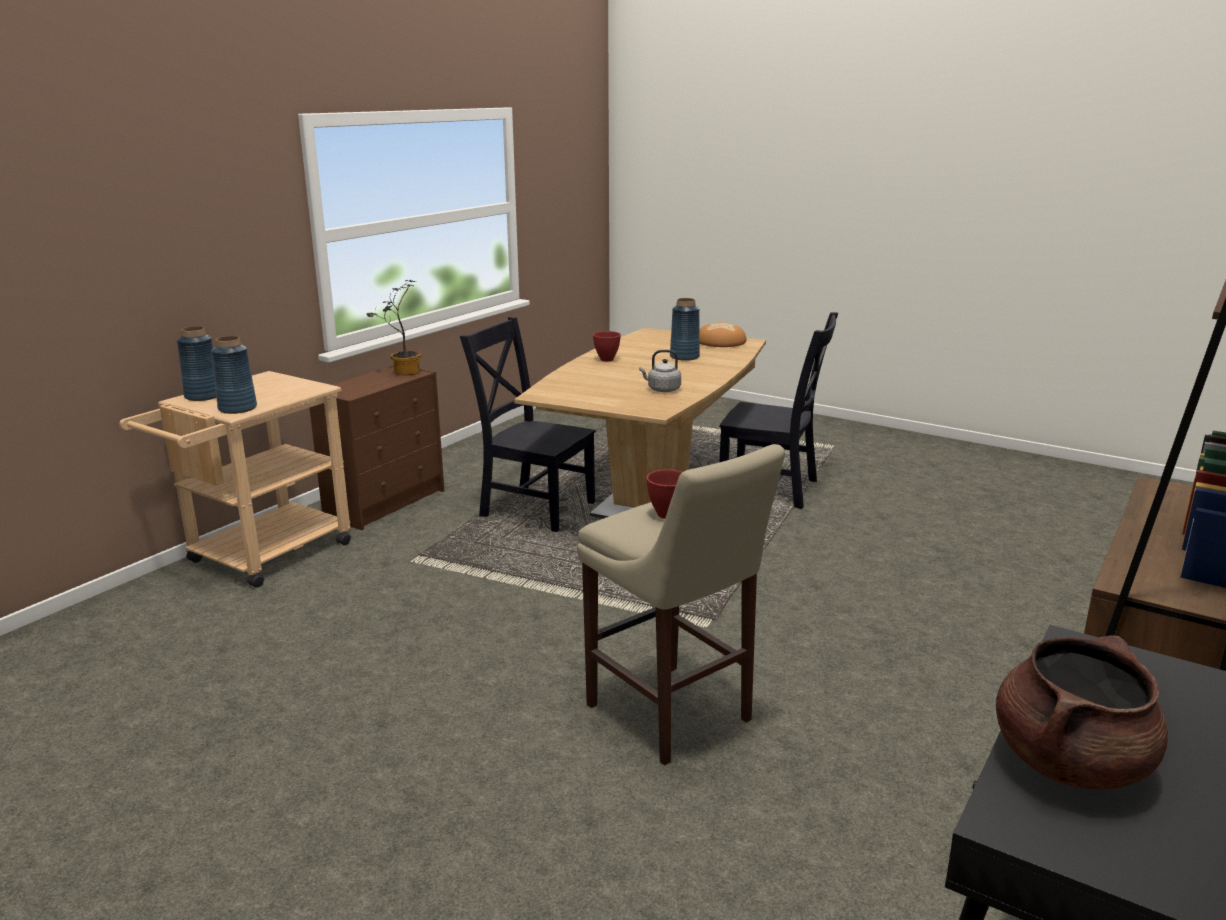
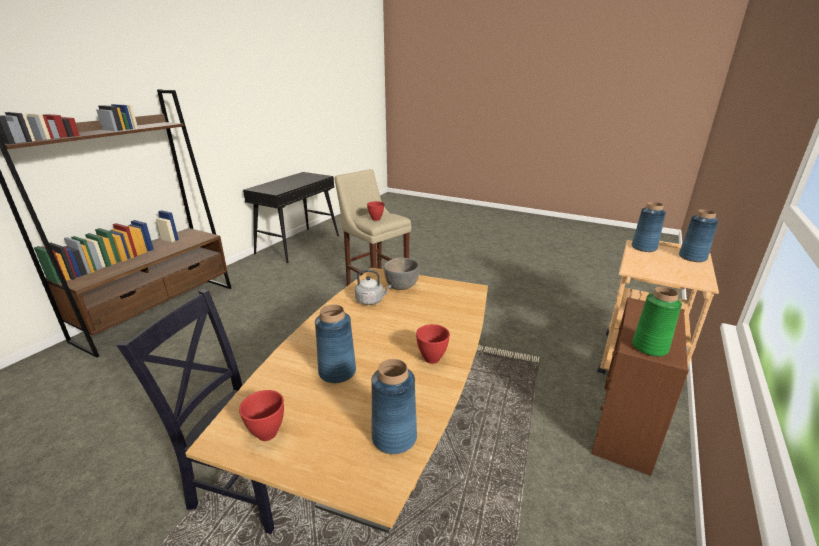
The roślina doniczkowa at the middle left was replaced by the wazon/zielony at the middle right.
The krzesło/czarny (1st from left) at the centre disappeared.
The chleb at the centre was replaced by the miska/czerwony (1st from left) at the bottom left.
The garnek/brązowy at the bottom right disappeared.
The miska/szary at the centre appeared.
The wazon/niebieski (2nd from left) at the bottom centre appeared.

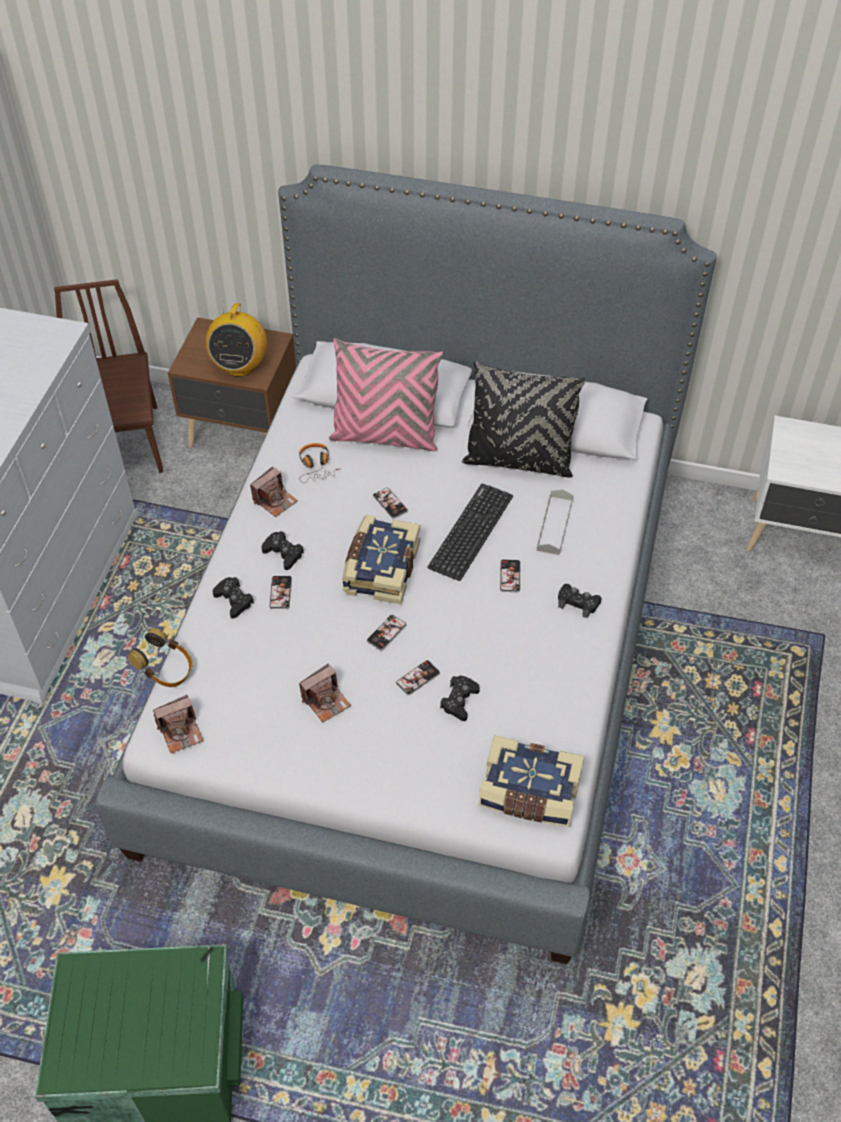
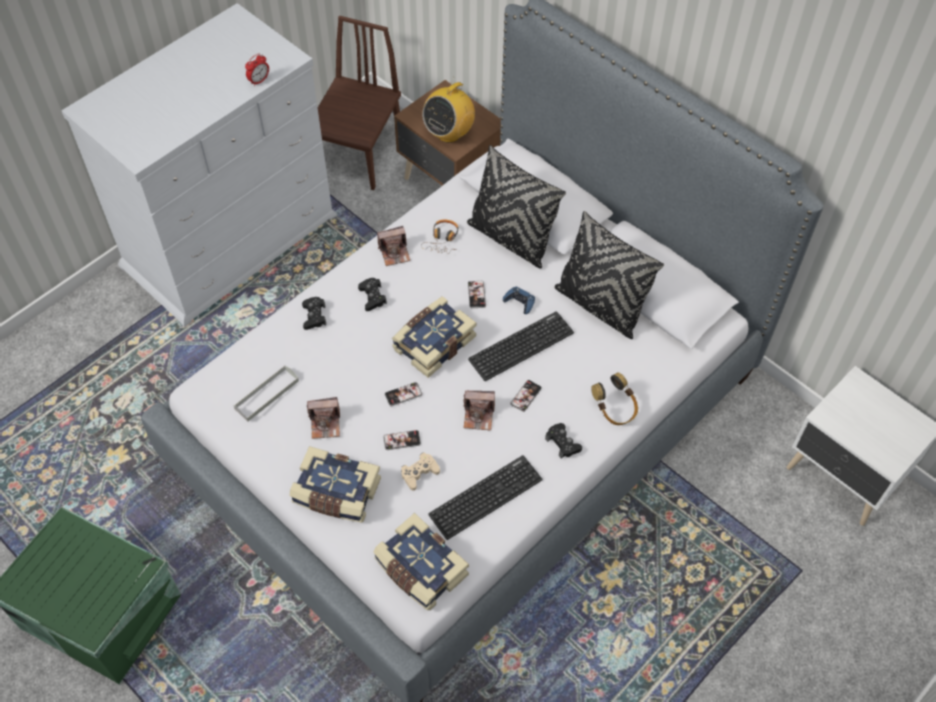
The poduszka/różowy at the centre became the poduszka/czarny (1st from left) at the top centre.
The taca/szary moved from the centre to the middle left.
The telefon (1st from left) at the middle left disappeared.
The słuchawki (1st from left in the first image) moved from the middle left to the centre.
The pad do gier/czarny (3rd from left) at the centre became the pad do gier/beżowy at the bottom centre.
The aparat fotograficzny (1st from left in the first image) moved from the middle left to the centre.
The budzik at the top left appeared.
The pad do gier/niebieski at the centre appeared.
The książka (1st from left) at the bottom centre appeared.
The klawiatura (1st from left) at the bottom centre appeared.

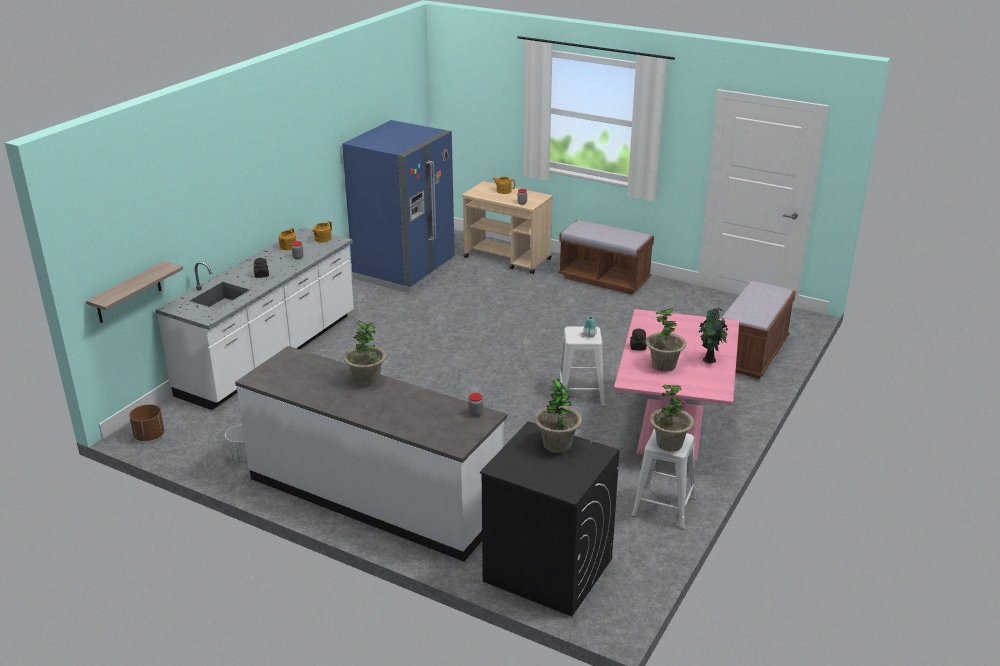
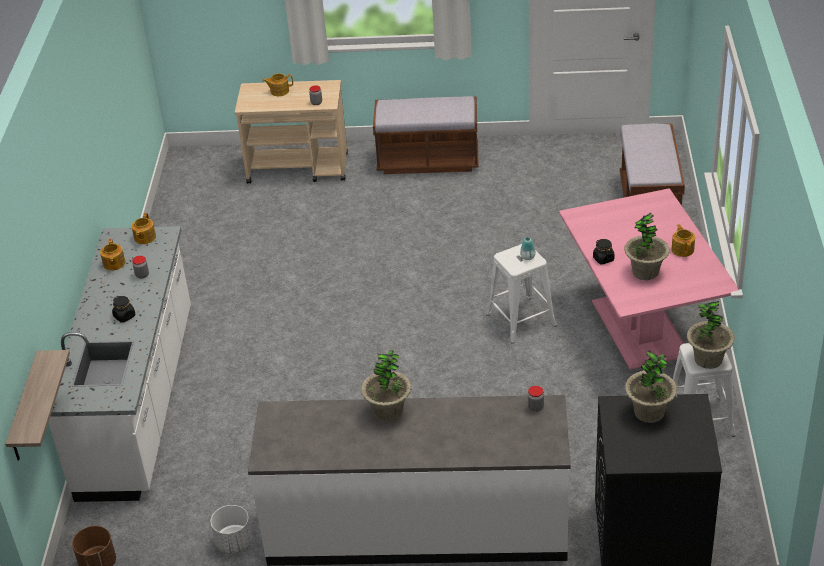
The lodówka/niebieski at the top centre disappeared.
The roślina doniczkowa (5th from left) at the middle right was replaced by the imbryk (4th from left) at the middle right.

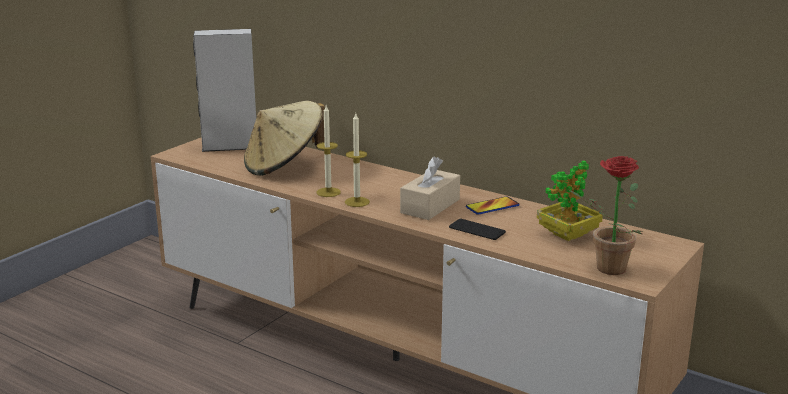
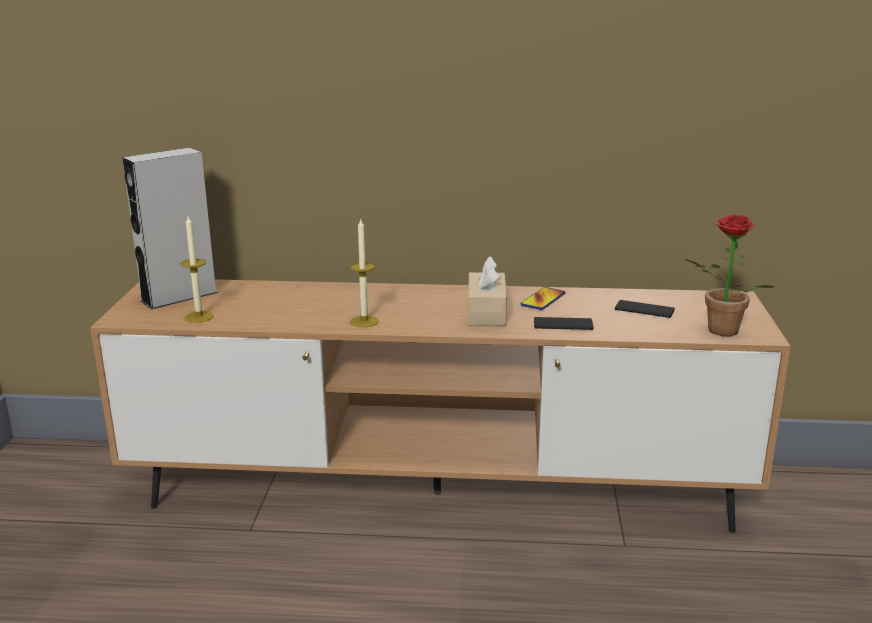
The kapelusz/beżowy at the centre disappeared.
The świeca (2nd from left in the first image) moved from the centre to the middle left.
The roślina doniczkowa (1st from left) at the middle right was replaced by the telefon (3rd from left) at the middle right.

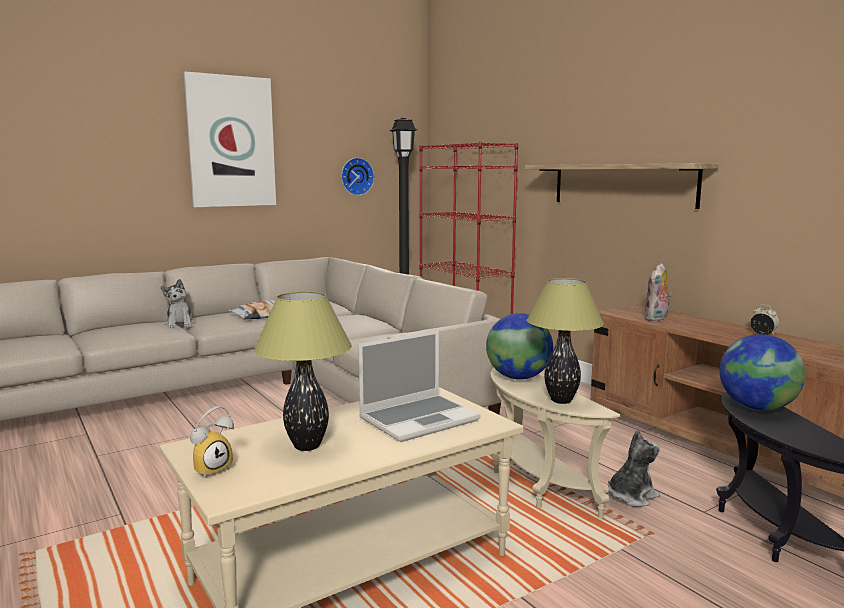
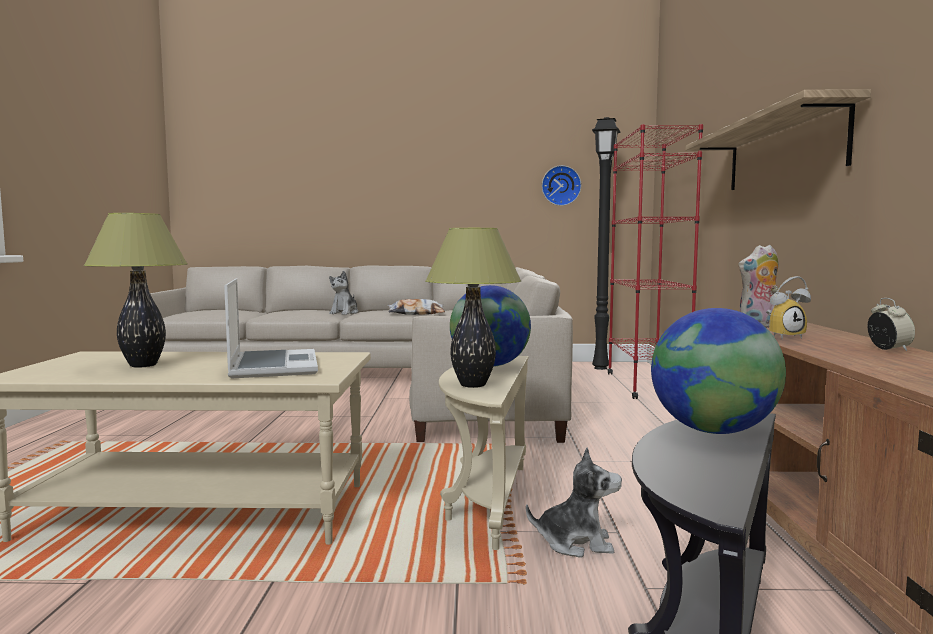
The obraz at the top left disappeared.
The laptop at the centre turned 105 degrees counterclockwise.
The budzik (1st from left) moved from the bottom left to the middle right.

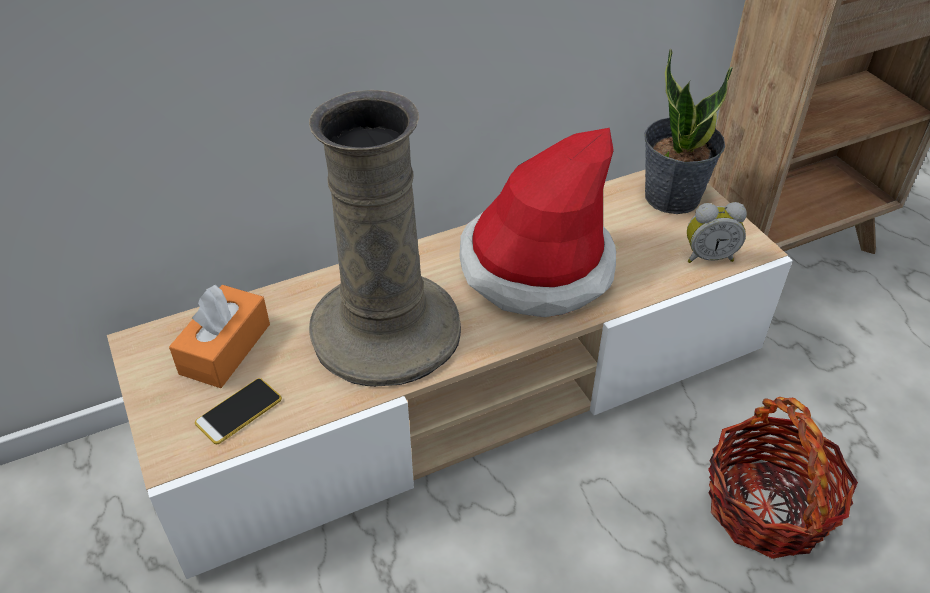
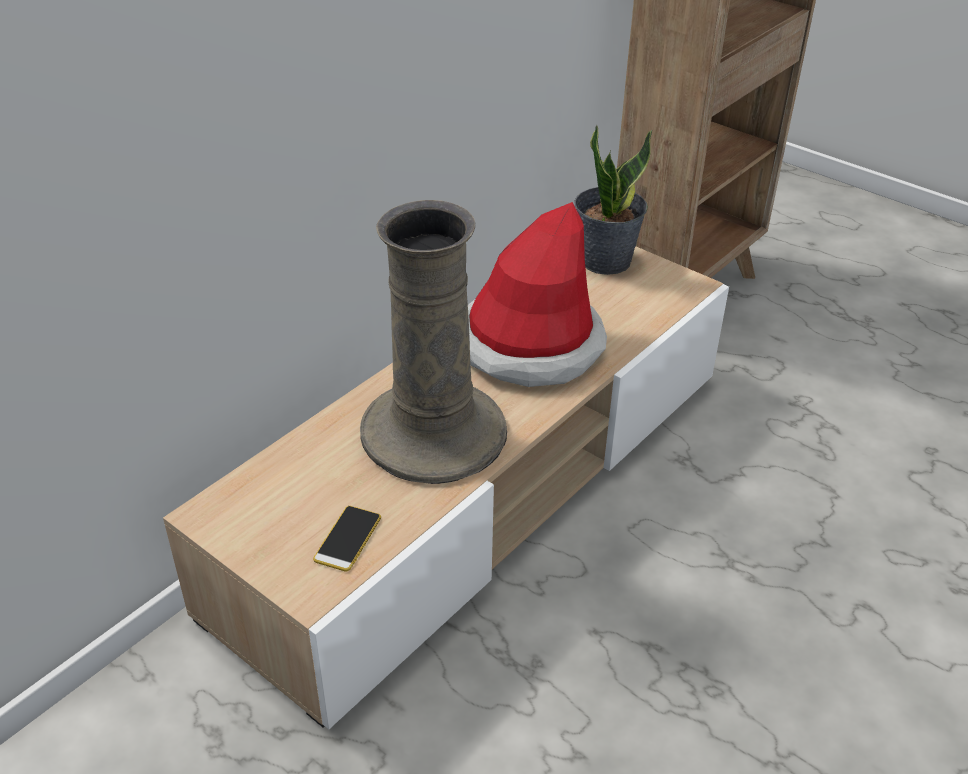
The budzik at the middle right disappeared.
The pudełko chusteczek/pomarańczowy at the middle left disappeared.
The koszyk at the bottom right disappeared.

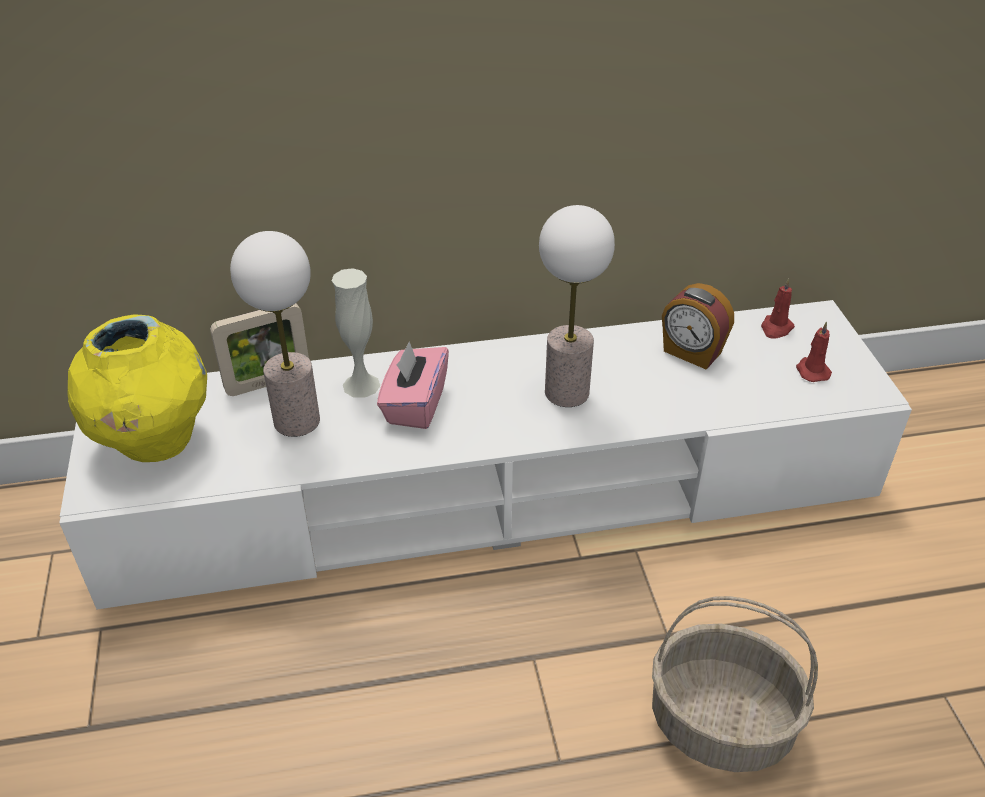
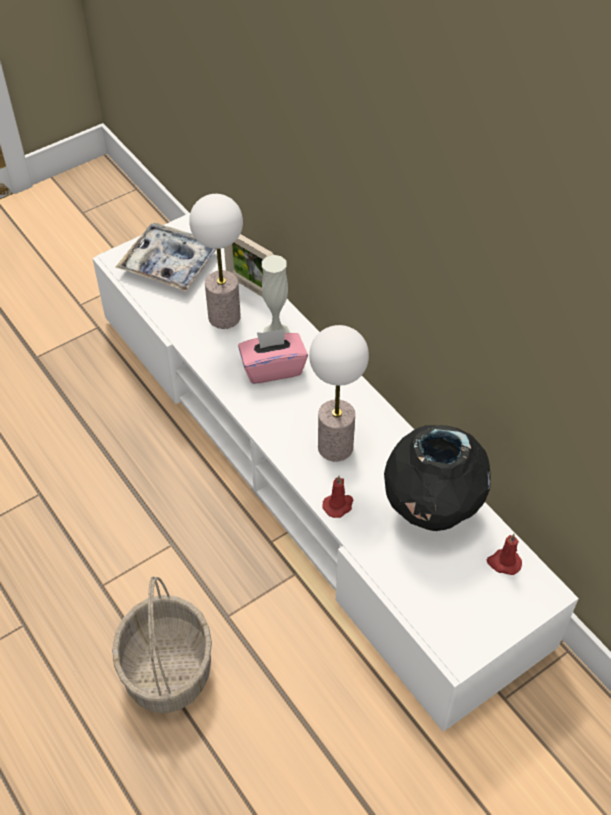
The budzik at the middle right was replaced by the wazon/czarny at the middle right.
The wazon/żółty at the middle left was replaced by the taca at the top left.
The świeca/czerwony (2nd from left in the first image) moved from the middle right to the centre.

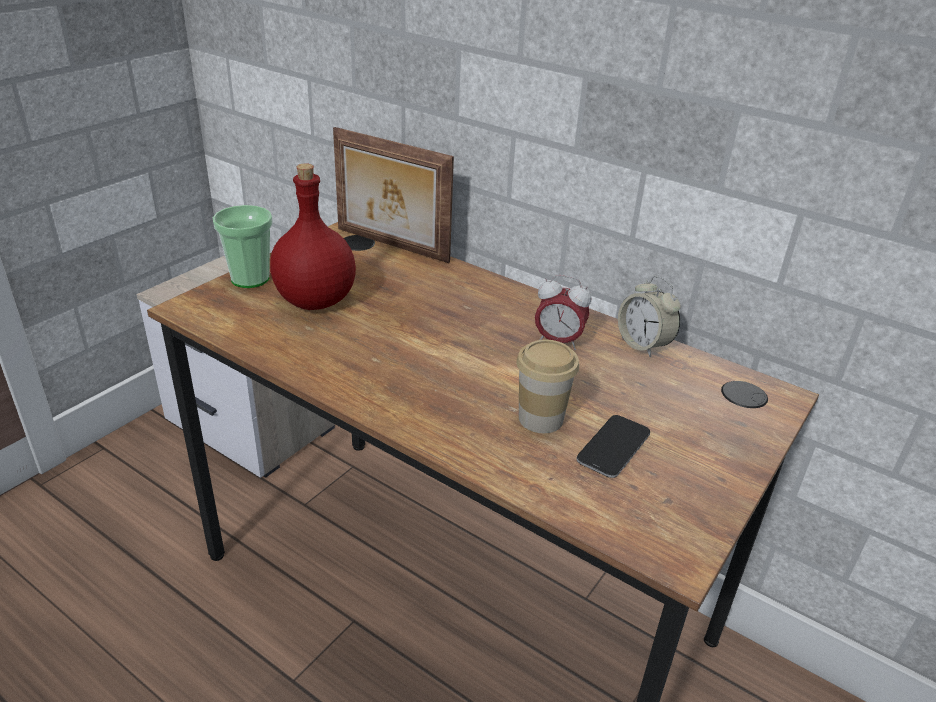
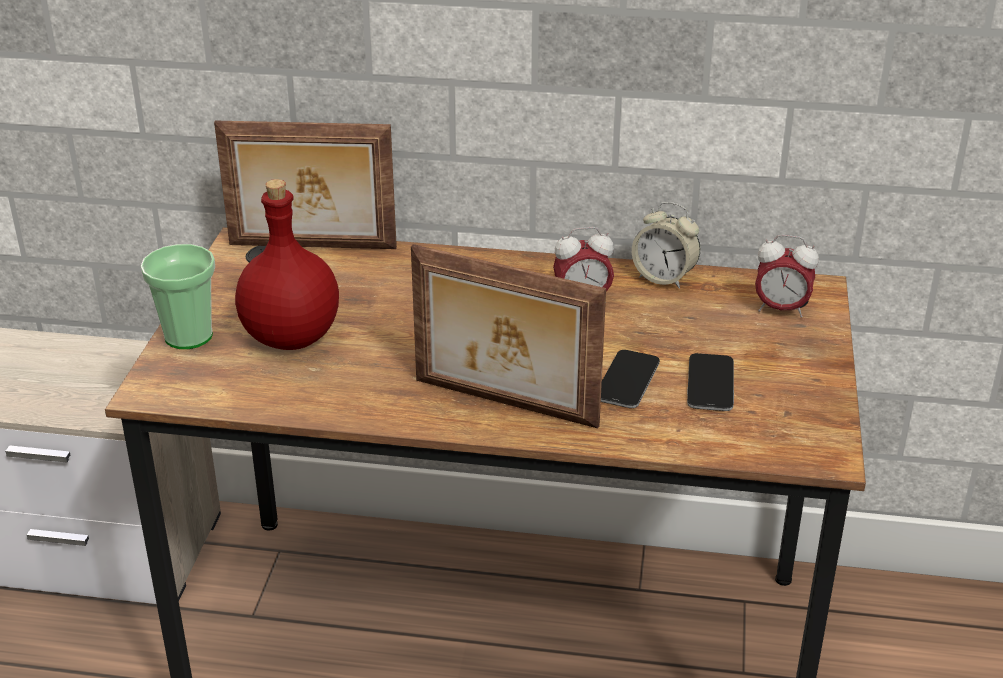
The filiżanka (2nd from left) at the centre was replaced by the telefon (1st from left) at the centre.
The budzik (3rd from left) at the middle right appeared.
The ramka na zdjęcie (2nd from left) at the centre appeared.

